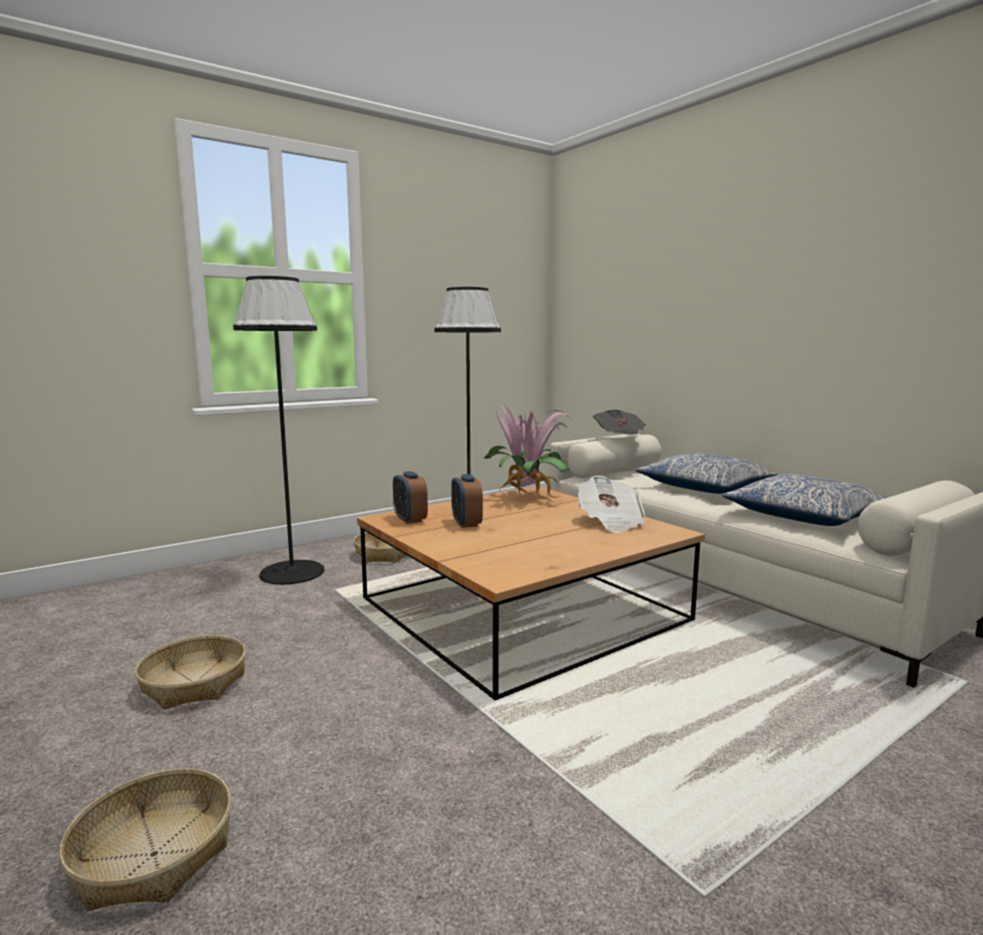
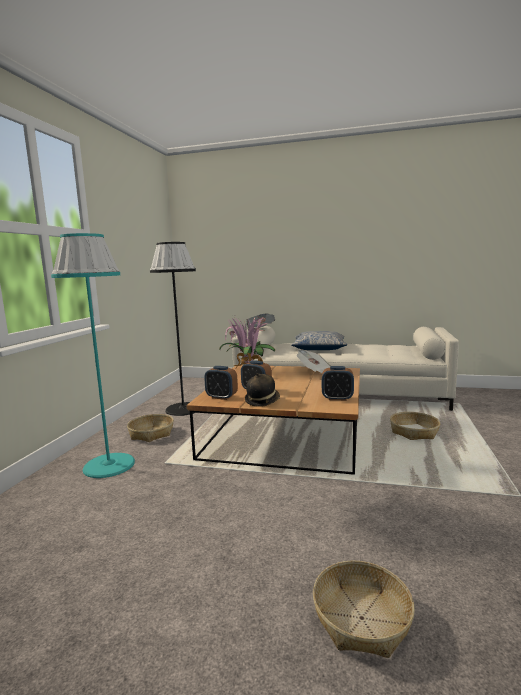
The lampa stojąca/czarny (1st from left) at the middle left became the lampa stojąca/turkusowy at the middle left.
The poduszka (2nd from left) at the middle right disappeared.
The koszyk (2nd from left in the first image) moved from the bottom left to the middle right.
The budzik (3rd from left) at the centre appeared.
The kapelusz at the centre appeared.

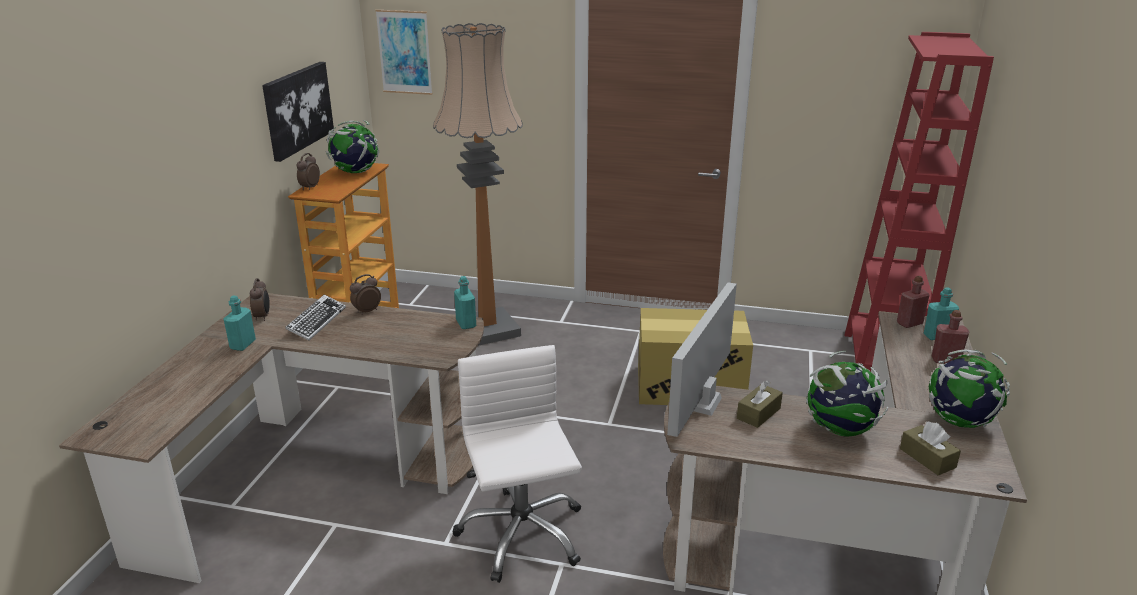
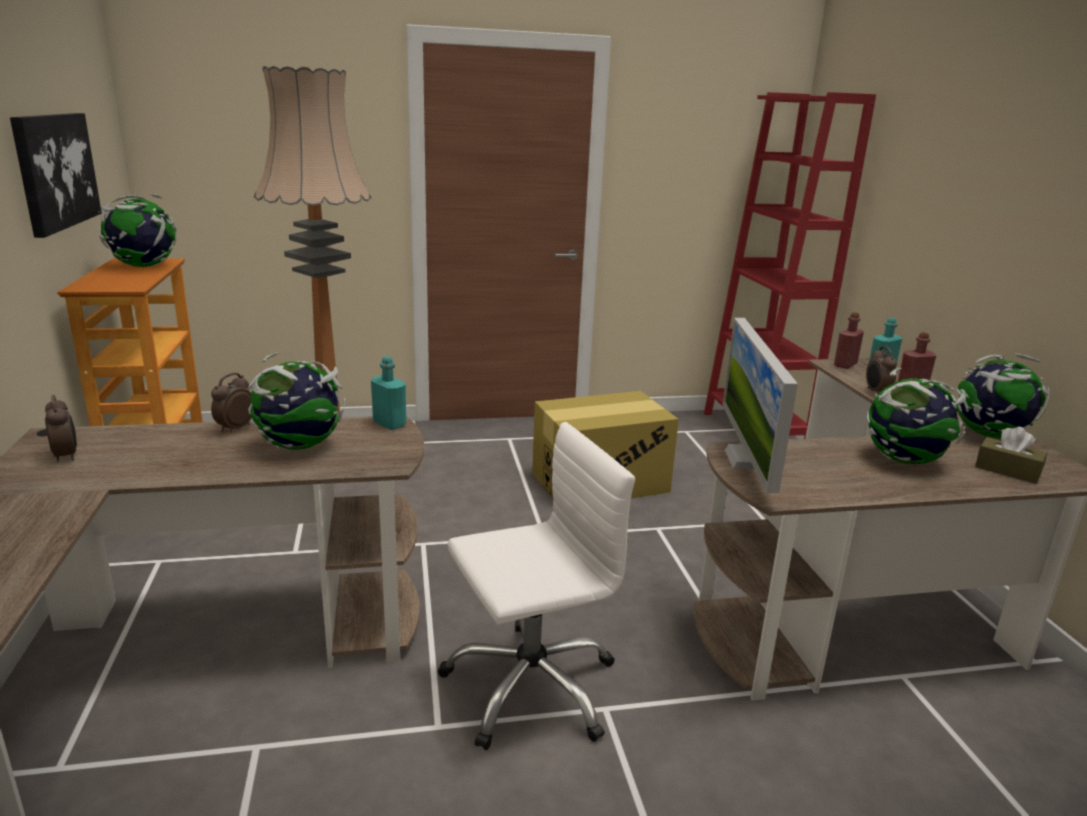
The obraz (2nd from left) at the top centre disappeared.
The budzik (2nd from left in the first image) moved from the top left to the middle right.
The butelka/turkusowy (1st from left) at the middle left disappeared.
The klawiatura at the middle left disappeared.
The krzesło biurowe/biały at the bottom centre turned 105 degrees clockwise.
The pudełko chusteczek/brązowy (1st from left) at the bottom right disappeared.
The globus (2nd from left) at the middle left appeared.

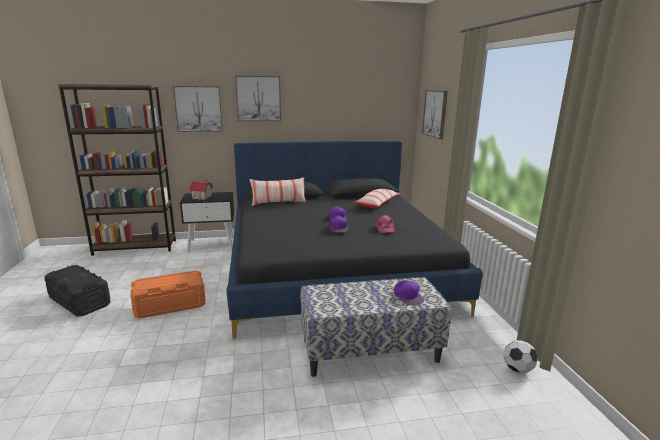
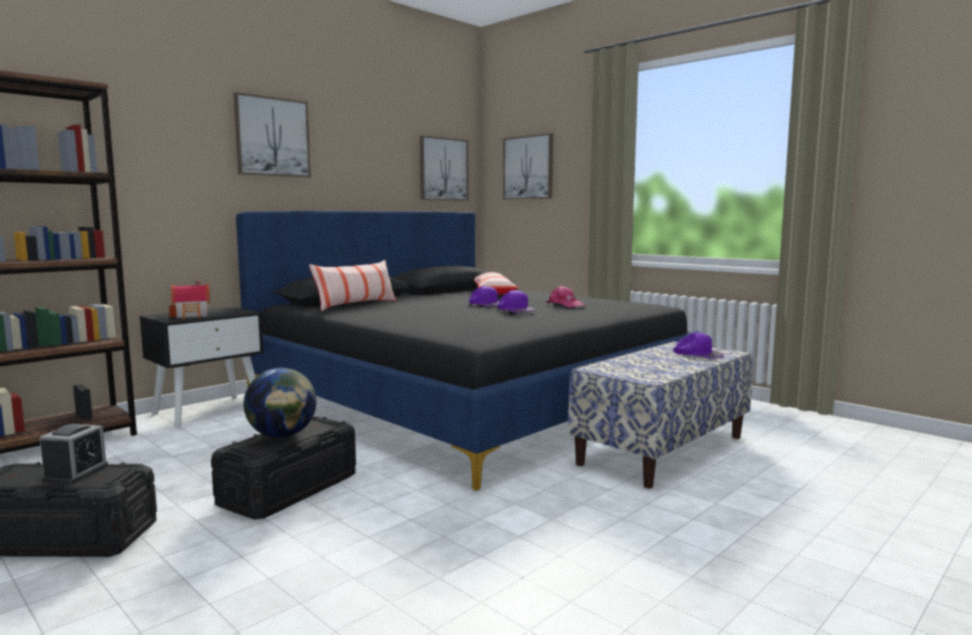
The obraz (1st from left in the first image) moved from the top left to the top centre.
The pojemnik do przechowywania/pomarańczowy at the bottom left became the pojemnik do przechowywania/czarny (2nd from left) at the bottom left.
The piłka futbolowa at the bottom right disappeared.
The globus at the middle left appeared.
The budzik at the bottom left appeared.

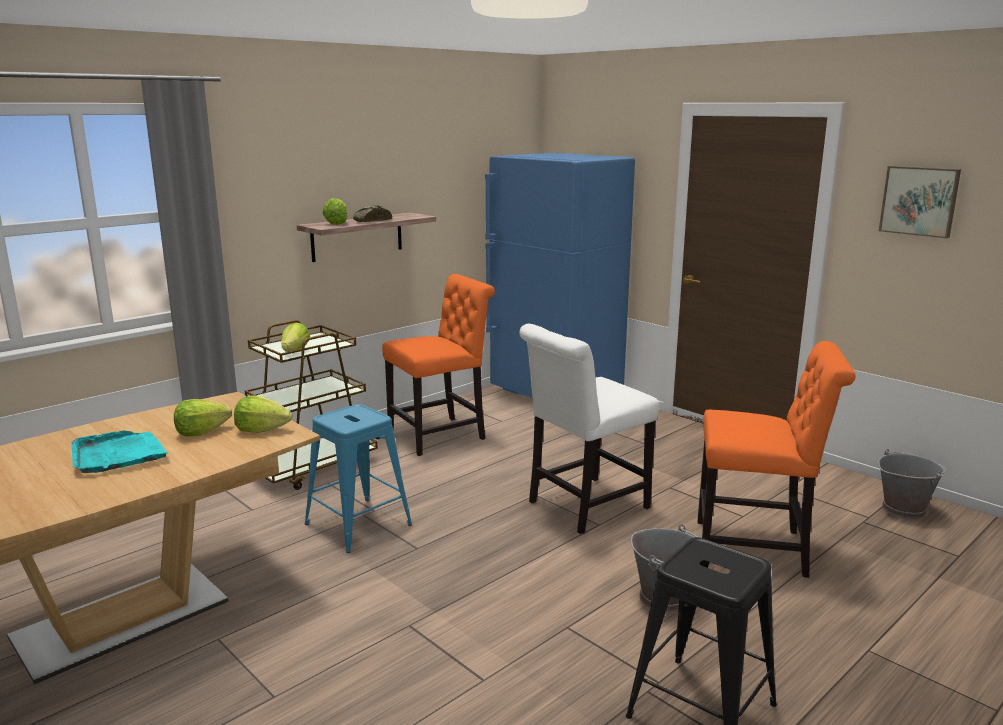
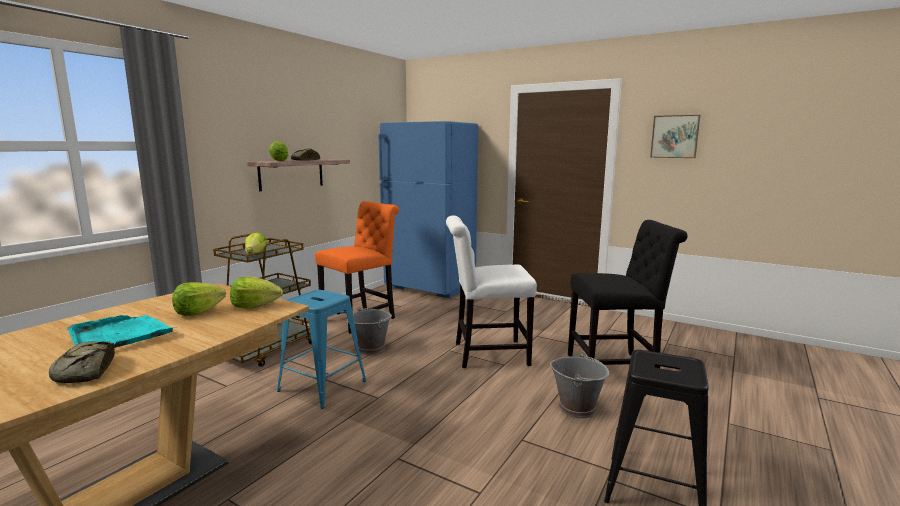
The krzesło/biały at the centre turned 45 degrees clockwise.
The krzesło/pomarańczowy (2nd from left) at the middle right became the krzesło/czarny at the middle right.
The wiadro/szary (2nd from left in the first image) moved from the bottom right to the centre.
The chleb (1st from left) at the bottom left appeared.

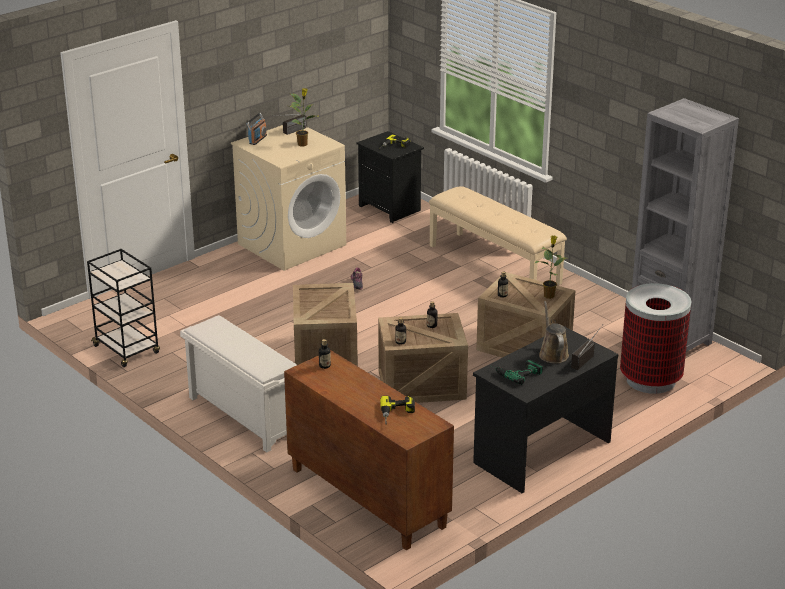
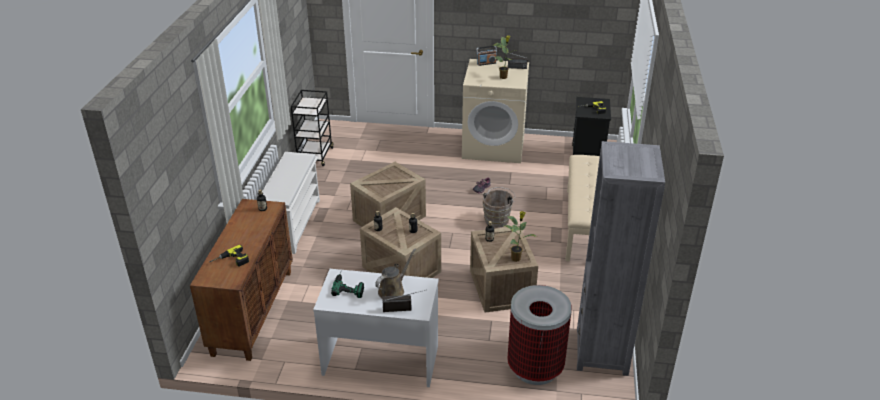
The biurko/czarny at the bottom right became the biurko/biały at the bottom centre.
The wiadro/brązowy at the centre appeared.

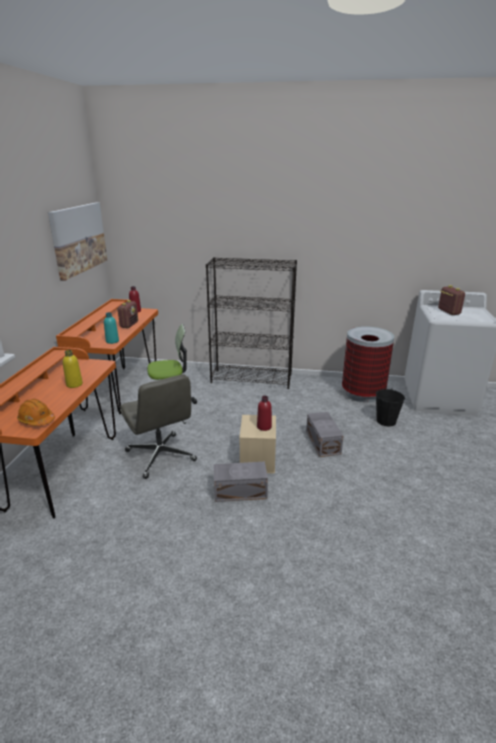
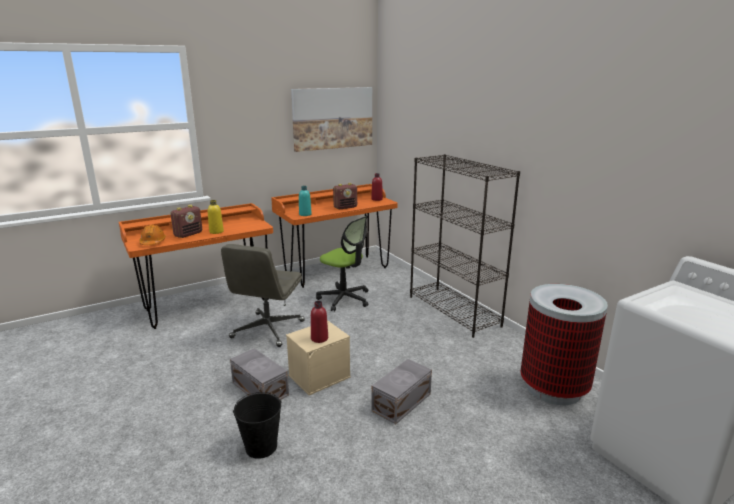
The radio (2nd from left in the first image) moved from the middle right to the middle left.
The wiadro/czarny moved from the middle right to the bottom centre.

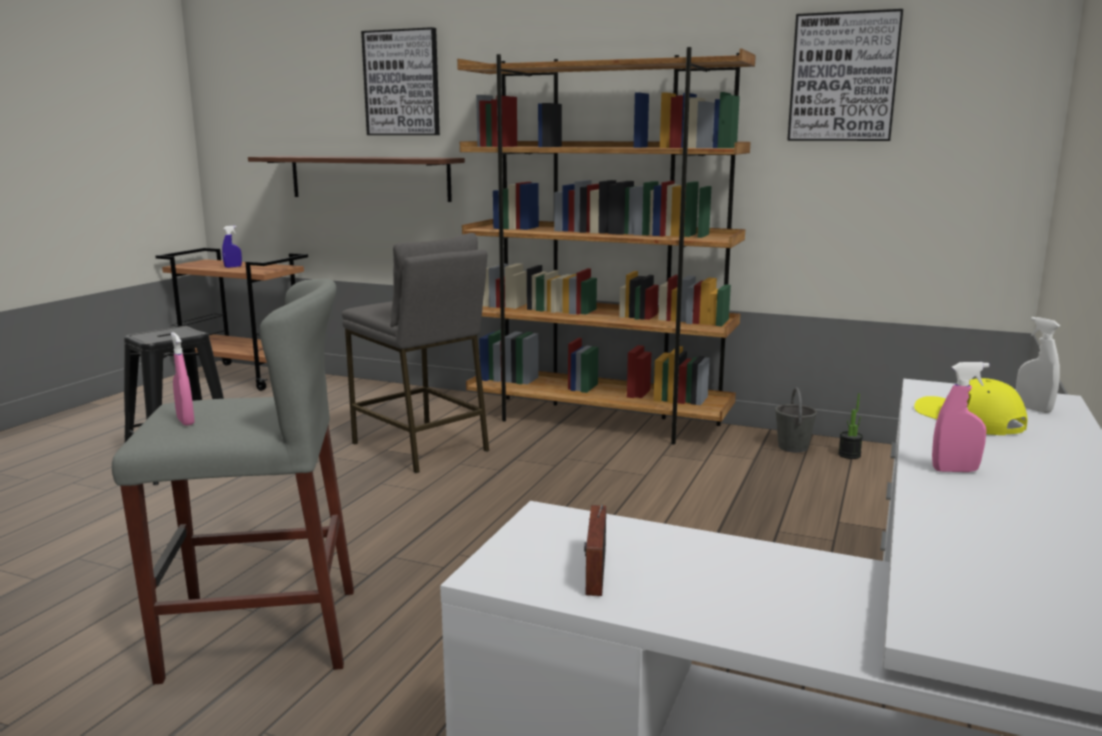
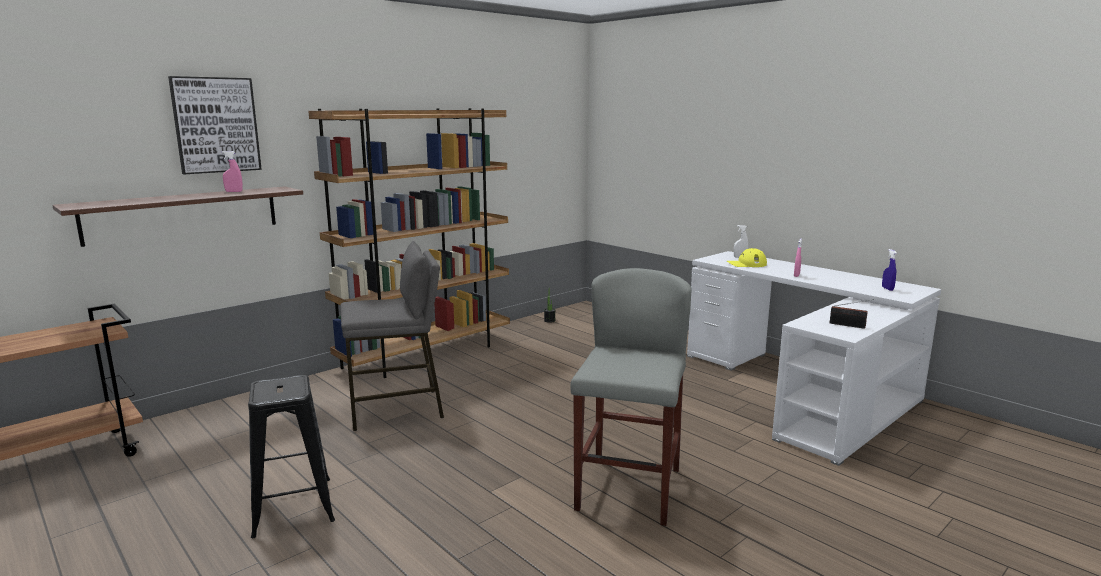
The obraz (2nd from left) at the top right disappeared.
The spryskiwacz/niebieski moved from the middle left to the middle right.
The spryskiwacz/różowy (1st from left) moved from the middle left to the top left.
The wiadro/szary at the middle right disappeared.

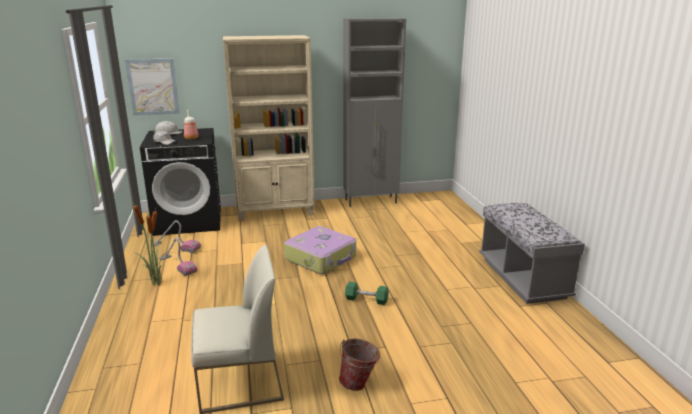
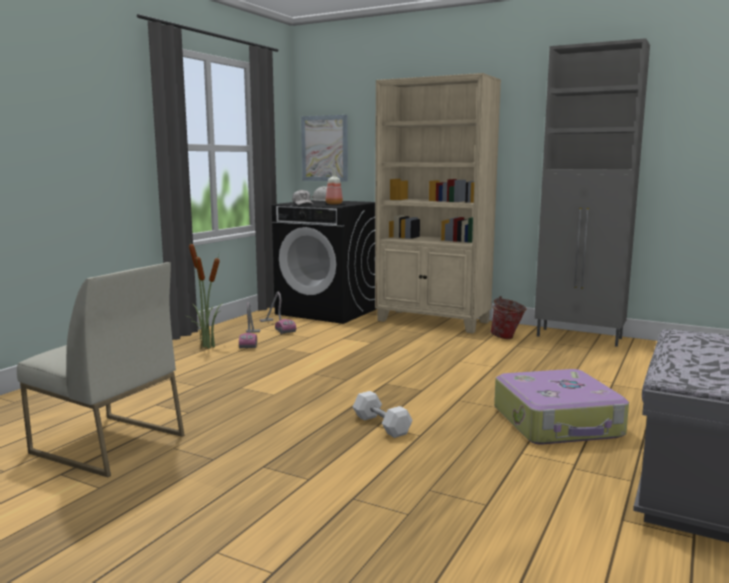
The walizka moved from the centre to the bottom right.
The hantel/zielony at the bottom centre became the hantel/biały at the bottom centre.
The wiadro moved from the bottom centre to the middle right.

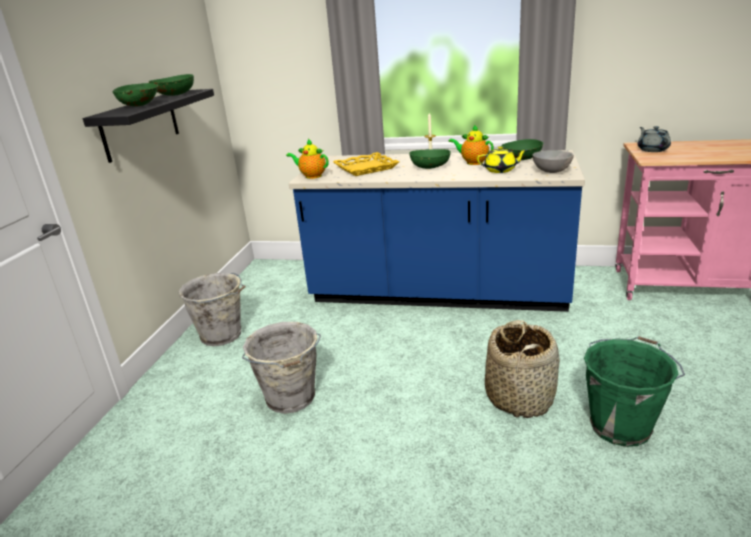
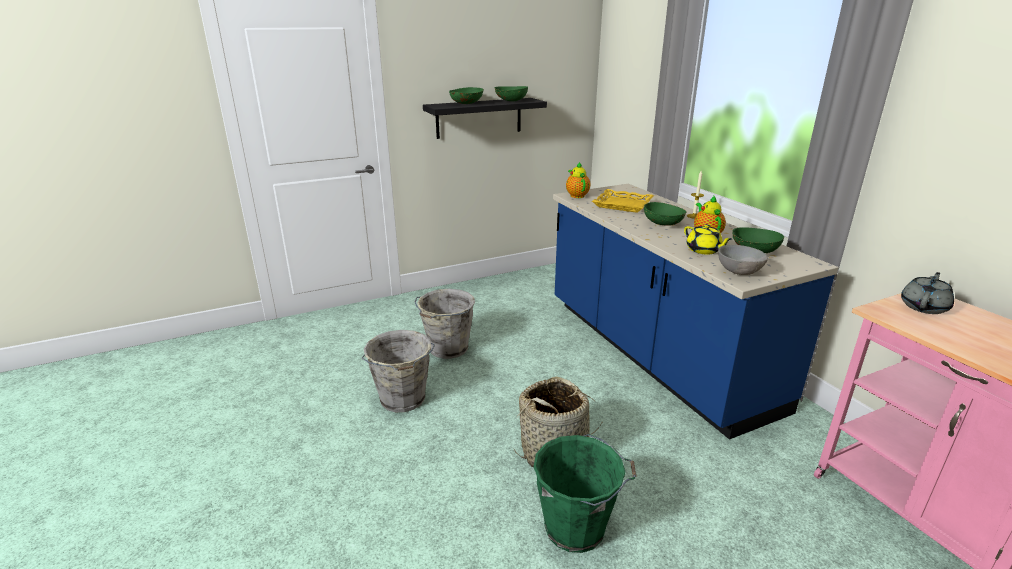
The wiadro/szary (1st from left) moved from the middle left to the centre.

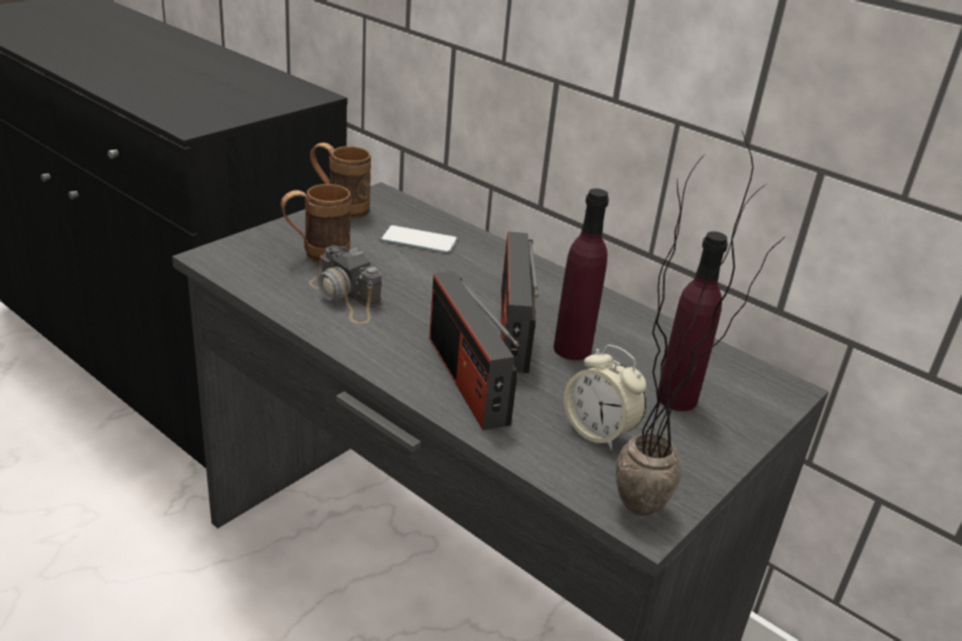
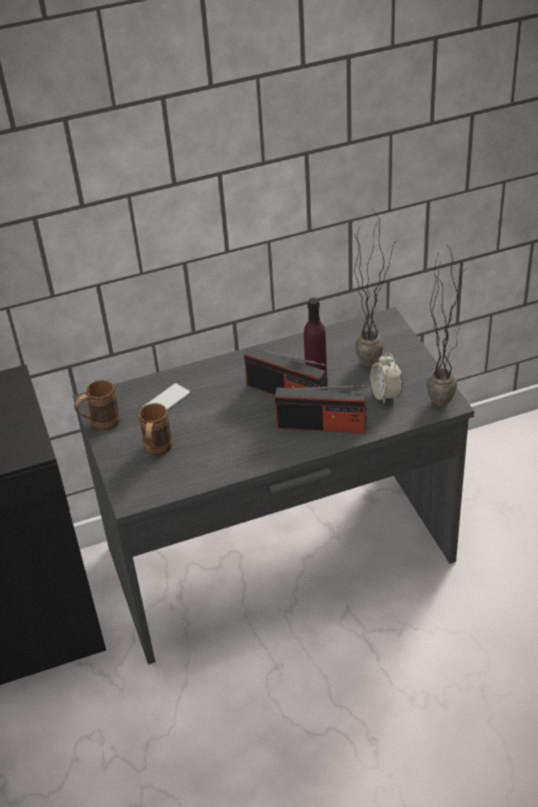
The butelka/fioletowy (2nd from left) at the middle right was replaced by the roślina doniczkowa (1st from left) at the middle right.
The aparat fotograficzny at the centre disappeared.
The budzik at the centre turned 90 degrees clockwise.

